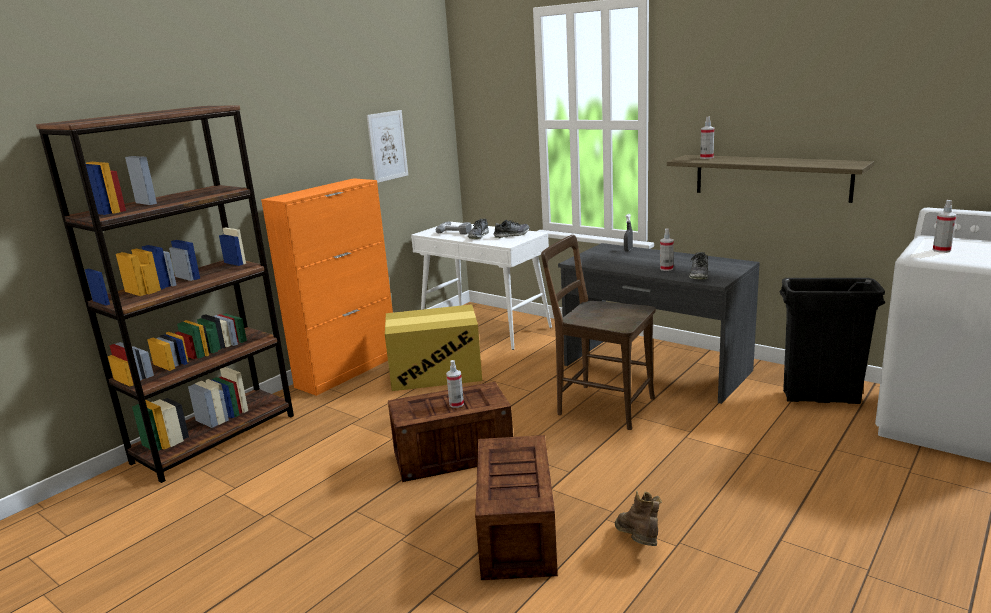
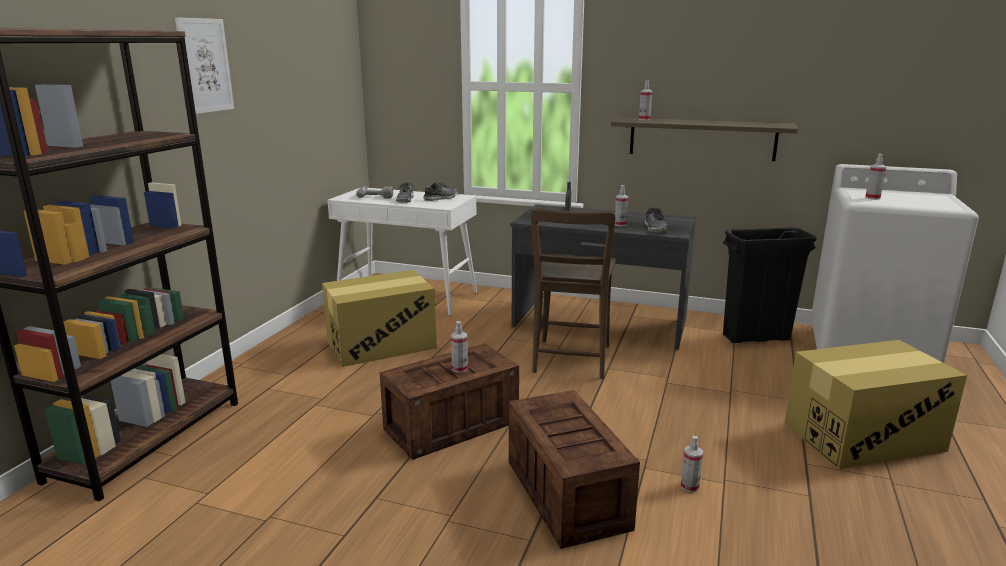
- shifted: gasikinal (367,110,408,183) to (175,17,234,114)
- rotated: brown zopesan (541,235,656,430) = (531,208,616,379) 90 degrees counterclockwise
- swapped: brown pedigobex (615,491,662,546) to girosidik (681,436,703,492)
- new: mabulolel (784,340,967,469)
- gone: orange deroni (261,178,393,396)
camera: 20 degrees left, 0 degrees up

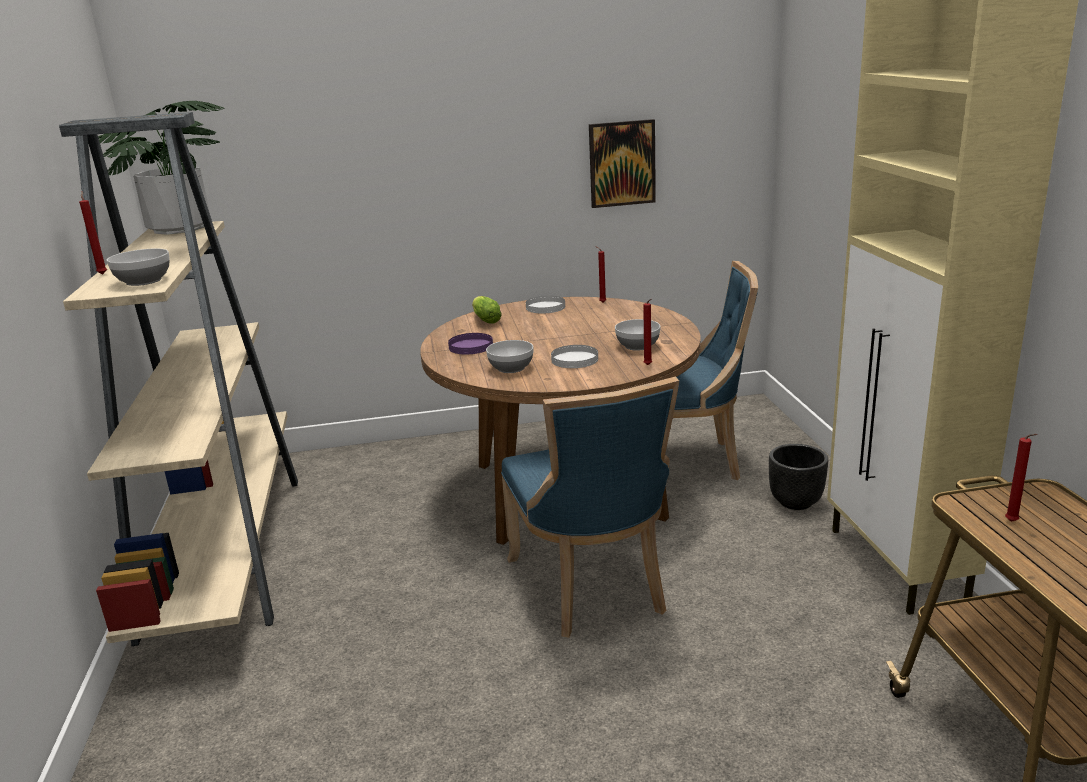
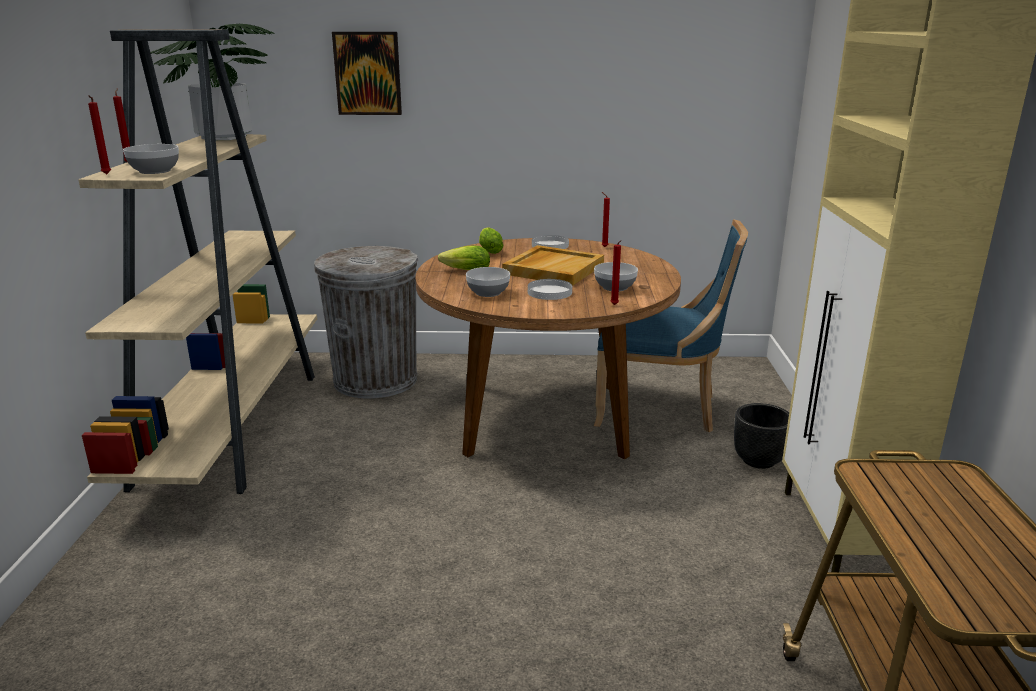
- shifted: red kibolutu (1005,434,1037,522) to (88,95,111,174)
- new: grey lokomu (314,246,419,398)
- shifted: gasikinal (589,119,656,208) to (332,32,402,115)
- swapped: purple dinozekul (448,333,493,354) to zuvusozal (438,245,490,270)
- new: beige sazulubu (502,245,604,286)
- gone: blue zopesan (501,377,679,638)
camera: 10 degrees right, 0 degrees up

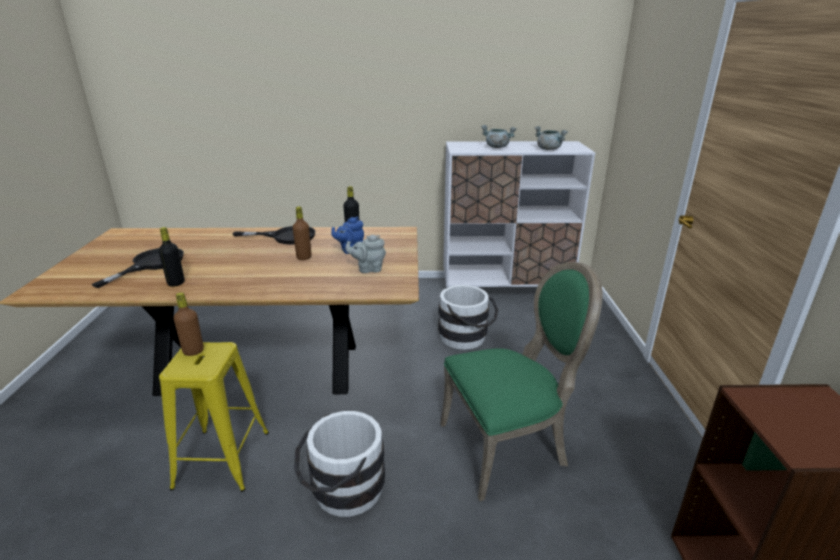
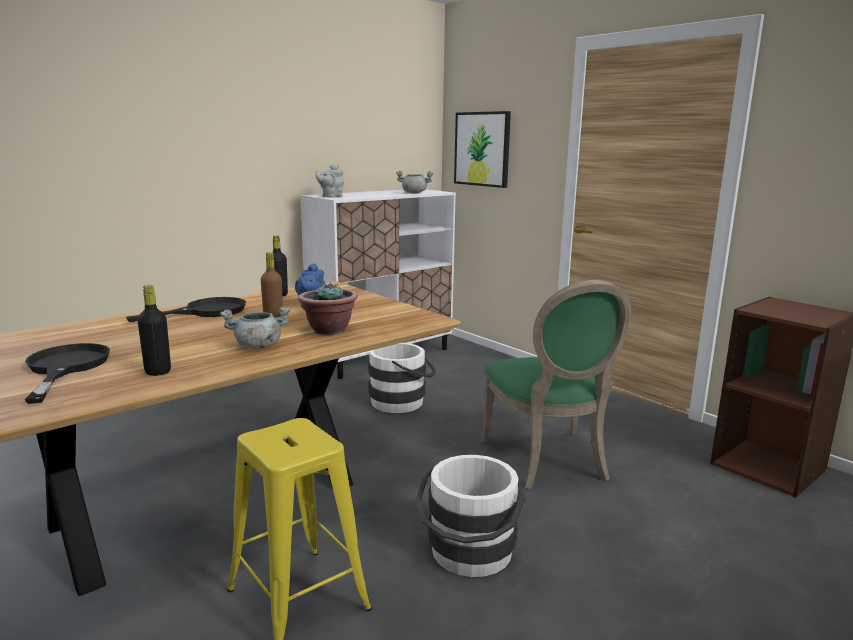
- shifted: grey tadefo (481,125,516,148) to (220,306,290,349)
- new: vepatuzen (298,282,358,335)
- shifted: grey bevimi (345,235,386,273) to (316,164,344,198)
- new: gasikinal (454,111,511,188)
- rotated: green zopesan (440,262,602,501) = (481,279,631,489) 135 degrees clockwise
- gone: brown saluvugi (174,292,204,356)
camera: 40 degrees left, 10 degrees down

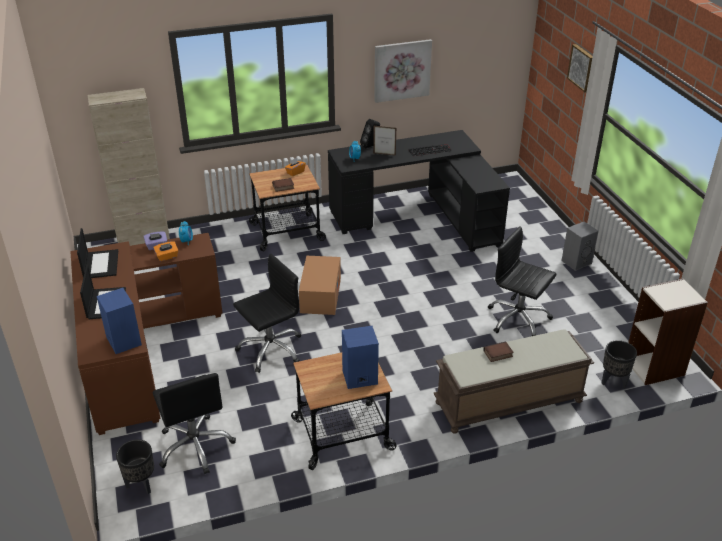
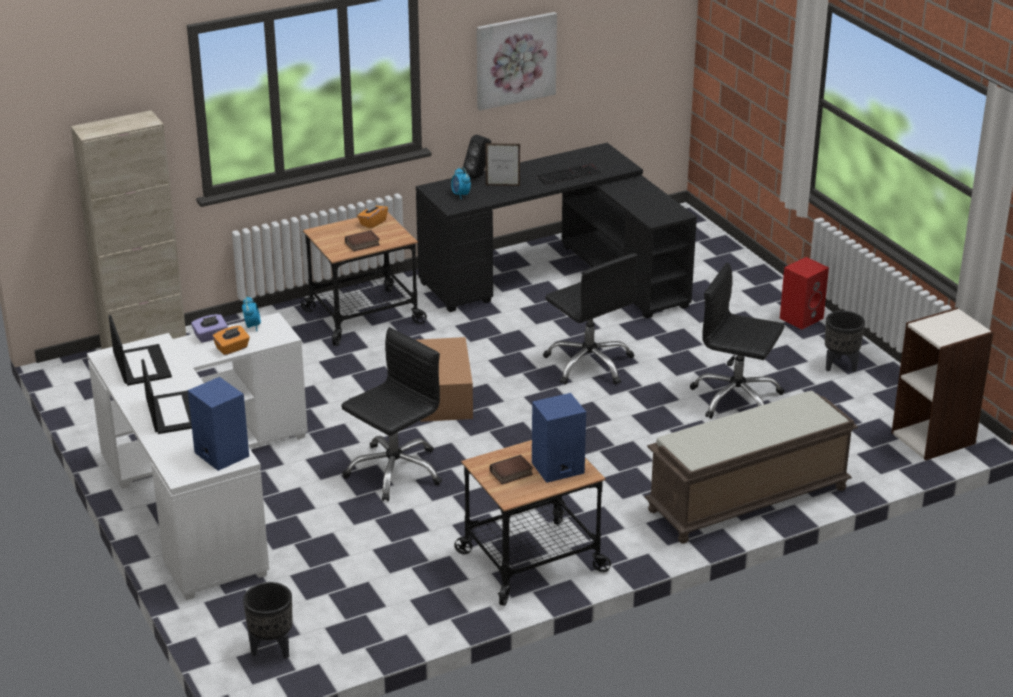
- repainted: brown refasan (70,233,222,435) to white refasan (87,313,308,600)
- shifted: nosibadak (483,341,514,362) to (490,455,533,485)
- shifted: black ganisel (152,373,236,474) to (543,253,637,385)
- repainted: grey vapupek (561,222,598,271) to red vapupek (780,257,829,329)
- shifted: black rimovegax (602,340,637,388) to (825,311,865,372)
- gone: gasikinal (567,44,593,92)
camera: 10 degrees left, 5 degrees down

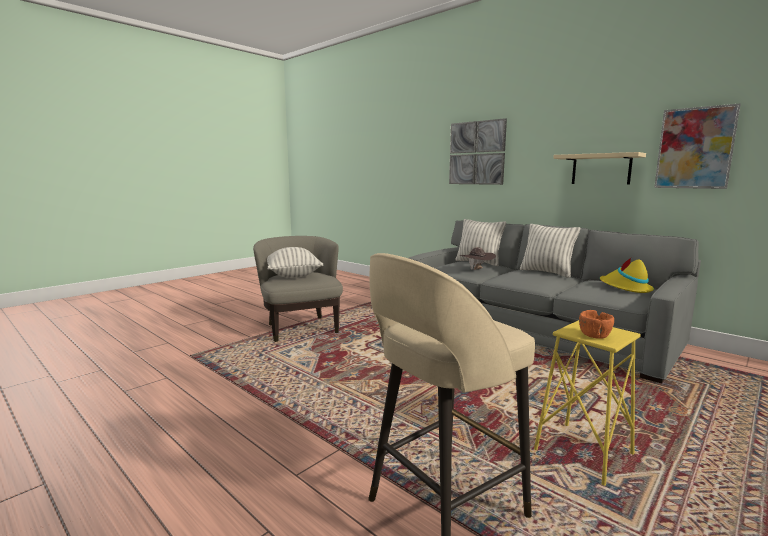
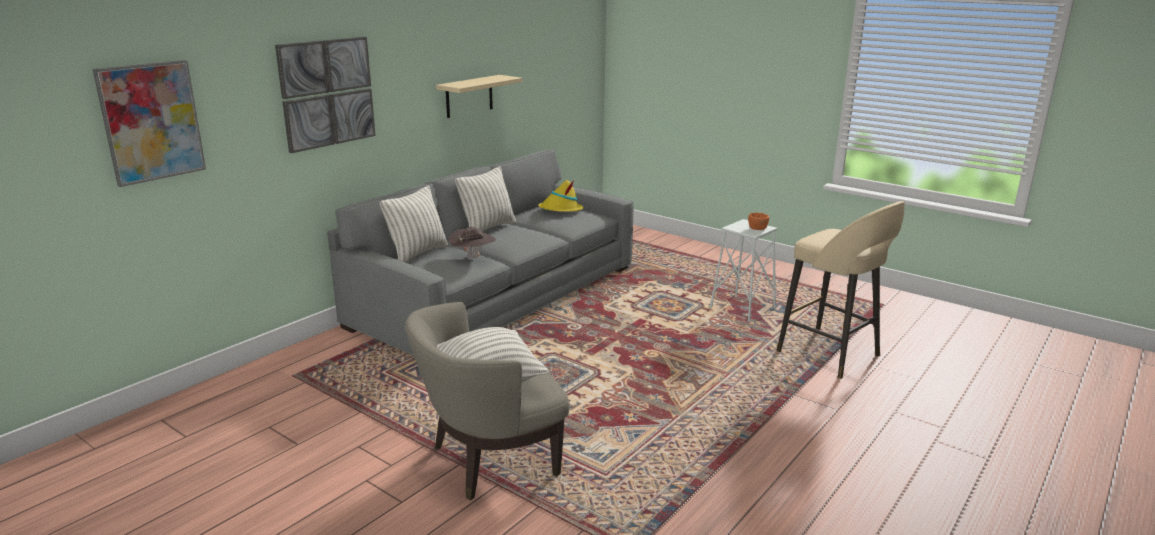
- shifted: gasikinal (654,104,741,189) to (93,60,206,187)
- repainted: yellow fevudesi (534,320,641,486) to white fevudesi (710,219,778,322)
camera: 95 degrees left, 10 degrees up

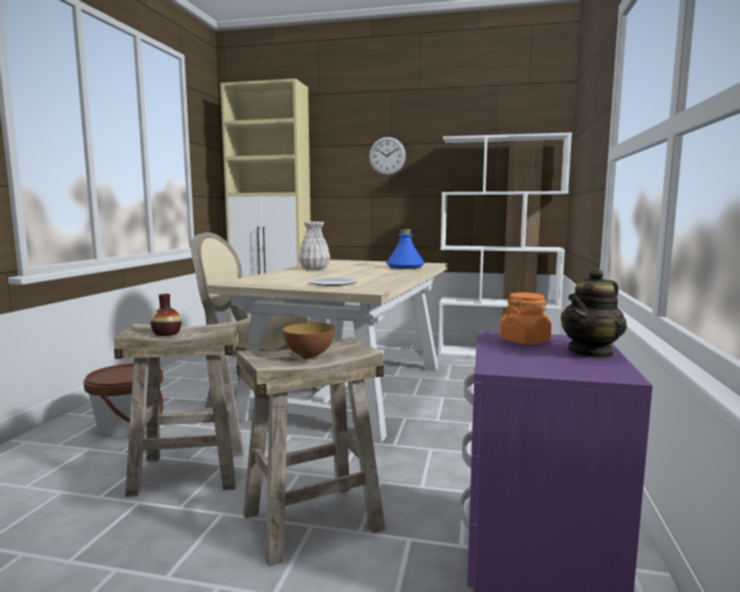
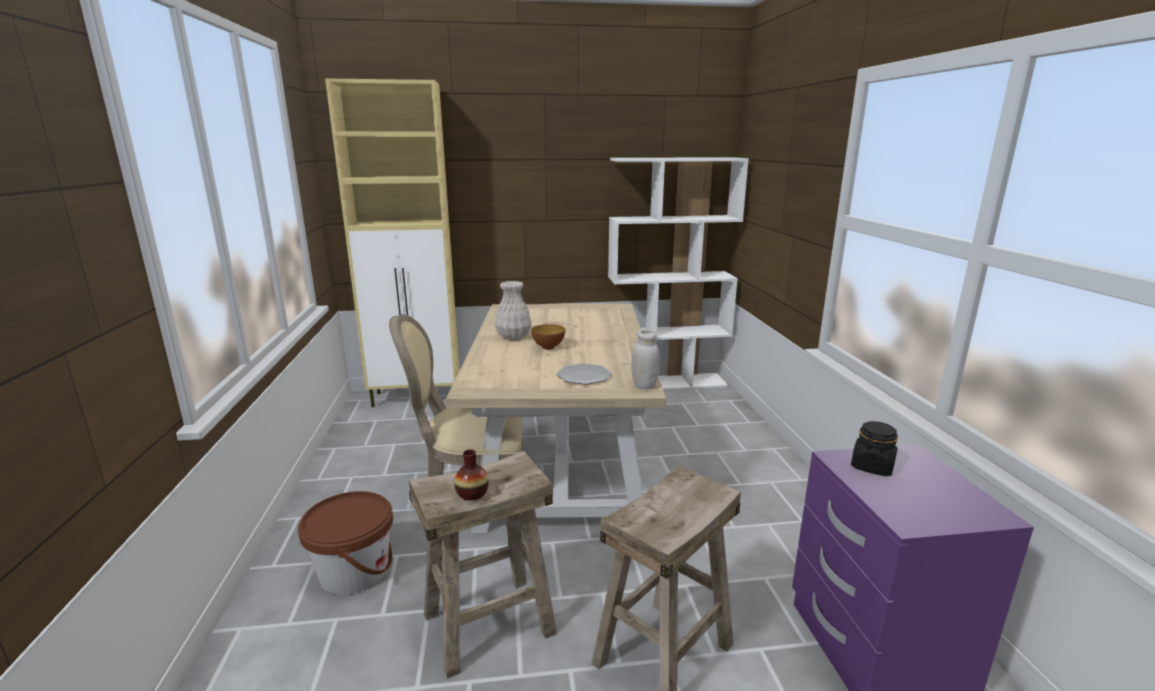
- shifted: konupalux (282,323,335,359) to (531,324,565,350)
- new: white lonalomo (631,330,659,389)
- repainted: orange lonalomo (499,292,551,345) to black lonalomo (851,421,898,476)
- gone: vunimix (369,137,406,175)
- gone: blue saluvugi (386,229,425,269)
- gone: bevimi (561,268,627,359)
camera: 20 degrees left, 10 degrees up

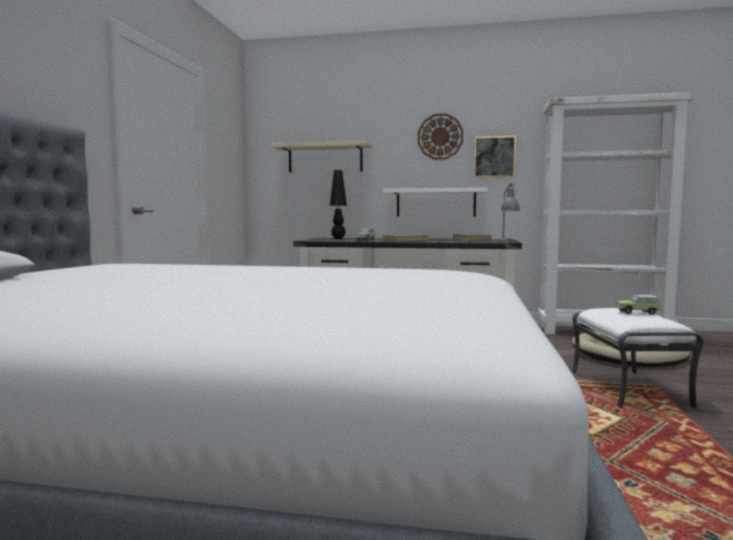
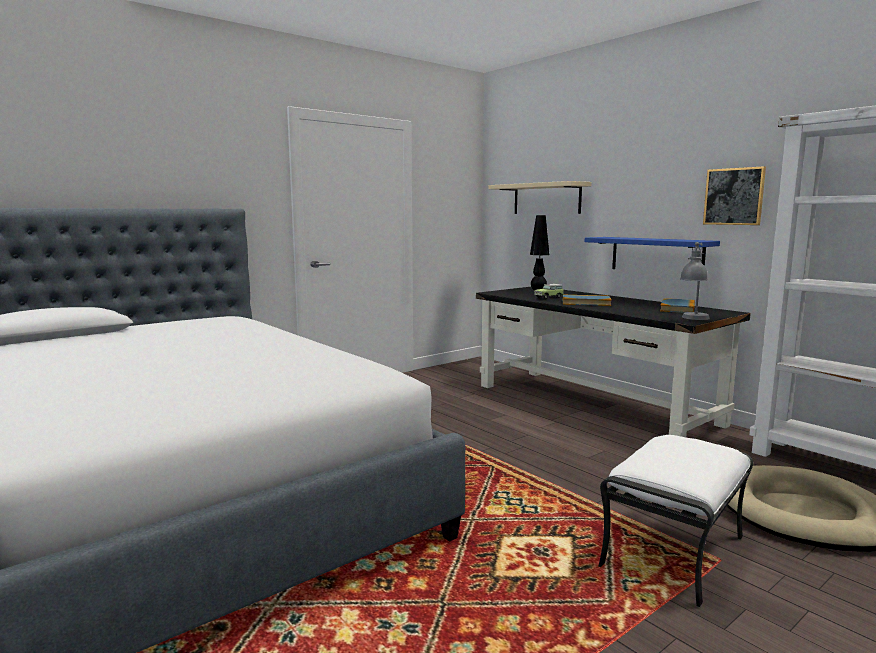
- repainted: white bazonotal (383,188,488,216) to blue bazonotal (585,237,720,269)
- gone: vunimix (418,114,463,160)
- gone: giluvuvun (616,295,661,315)
camera: 40 degrees right, 5 degrees up

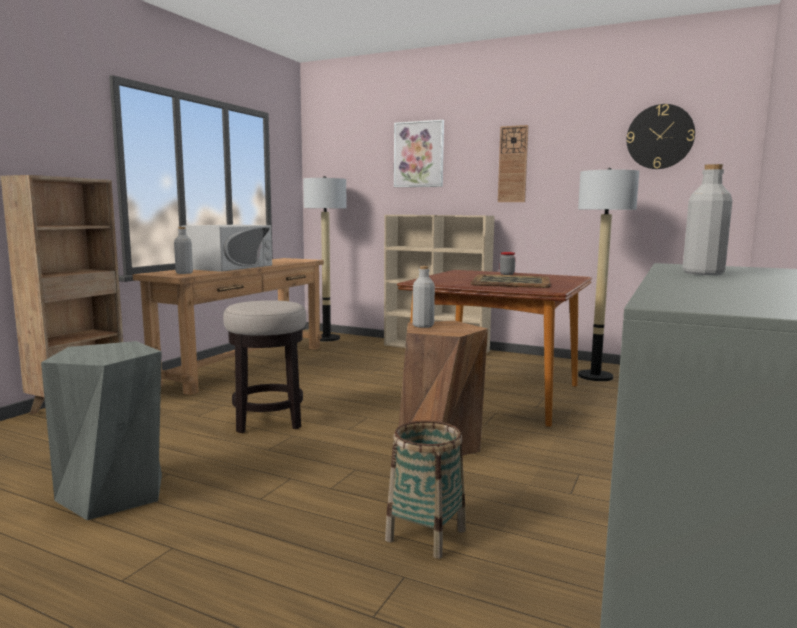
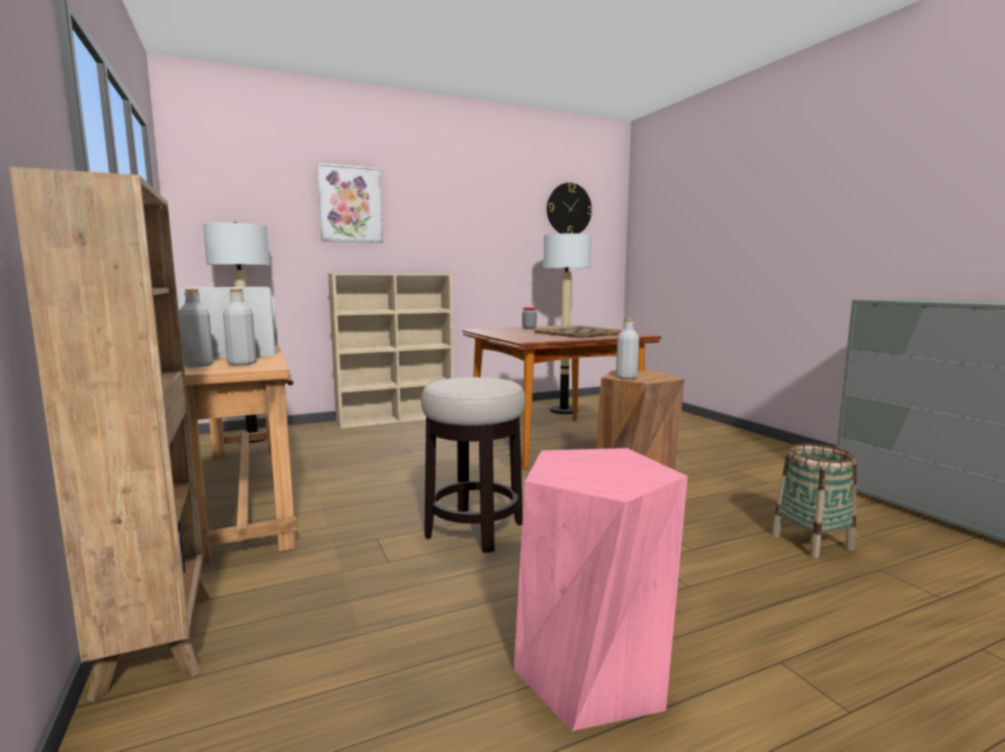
- shifted: grey saluvugi (683,164,732,275) to (179,289,214,367)
- repainted: grey fevudesi (41,341,162,520) to pink fevudesi (514,448,688,731)
- gone: vunimix (498,125,529,202)
camera: 50 degrees left, 0 degrees up

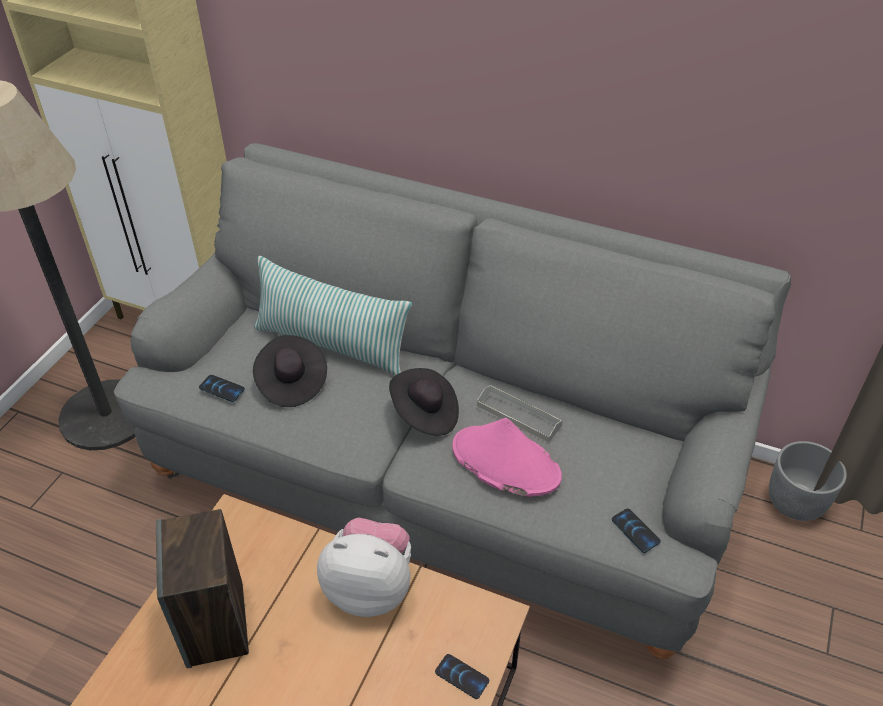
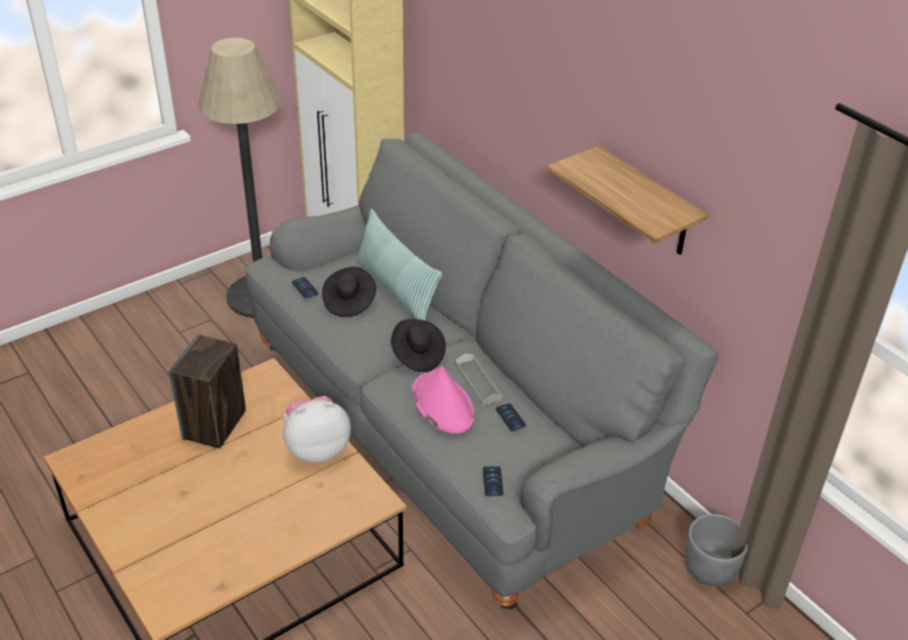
- rotated: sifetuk (317,518,411,617) = (283,396,351,463) 60 degrees counterclockwise
- shifted: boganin (435,654,489,699) to (496,403,526,431)
- new: bazonotal (547,146,708,255)
camera: 30 degrees right, 5 degrees down

